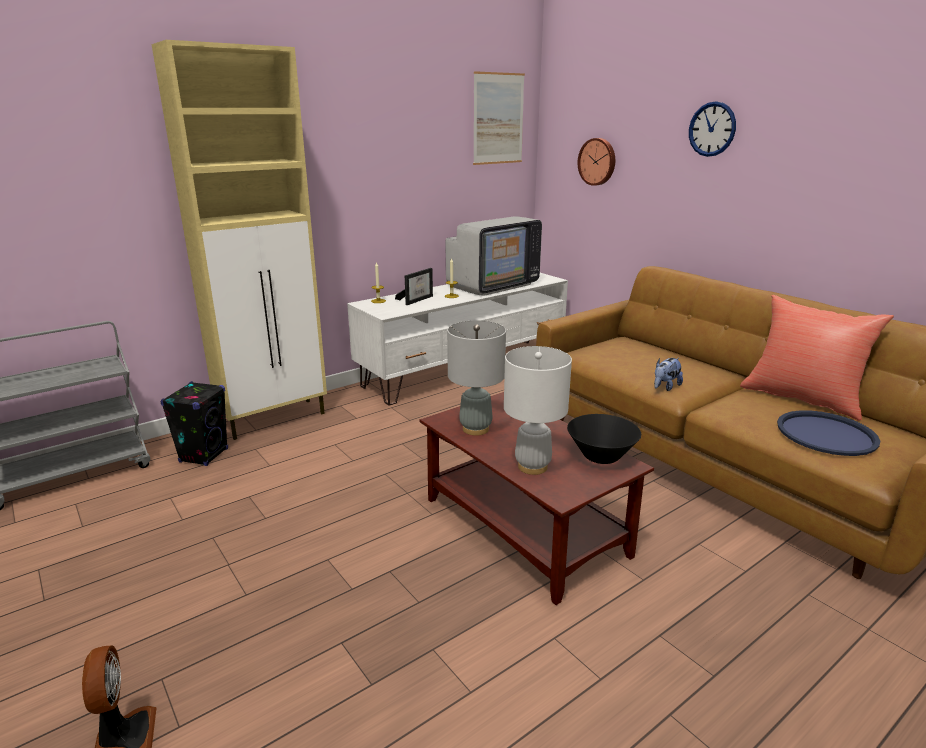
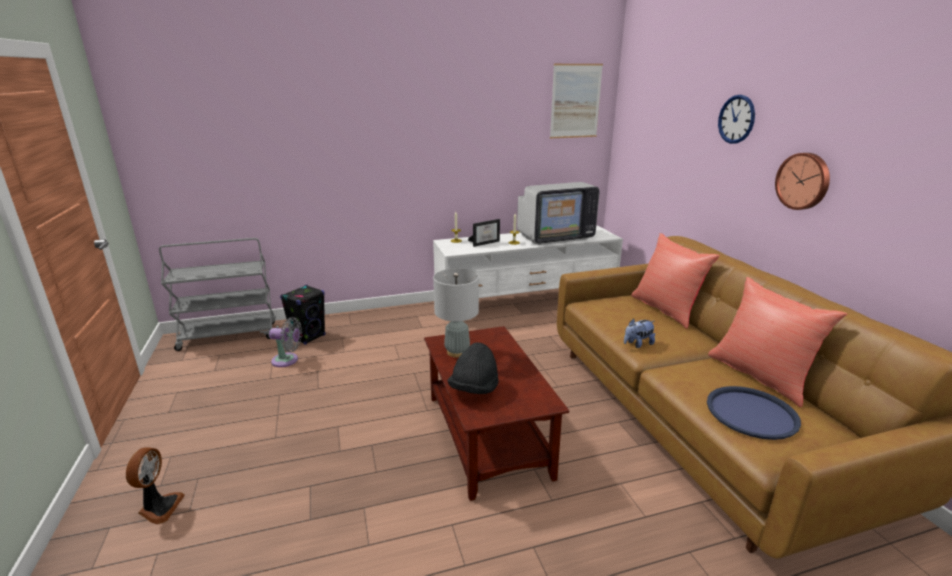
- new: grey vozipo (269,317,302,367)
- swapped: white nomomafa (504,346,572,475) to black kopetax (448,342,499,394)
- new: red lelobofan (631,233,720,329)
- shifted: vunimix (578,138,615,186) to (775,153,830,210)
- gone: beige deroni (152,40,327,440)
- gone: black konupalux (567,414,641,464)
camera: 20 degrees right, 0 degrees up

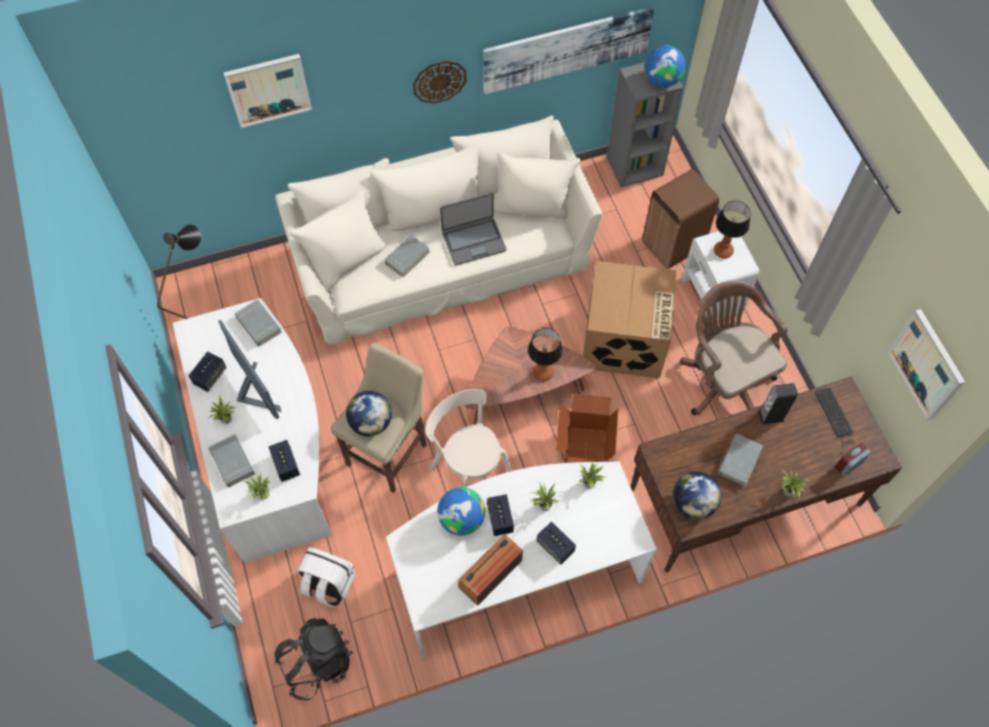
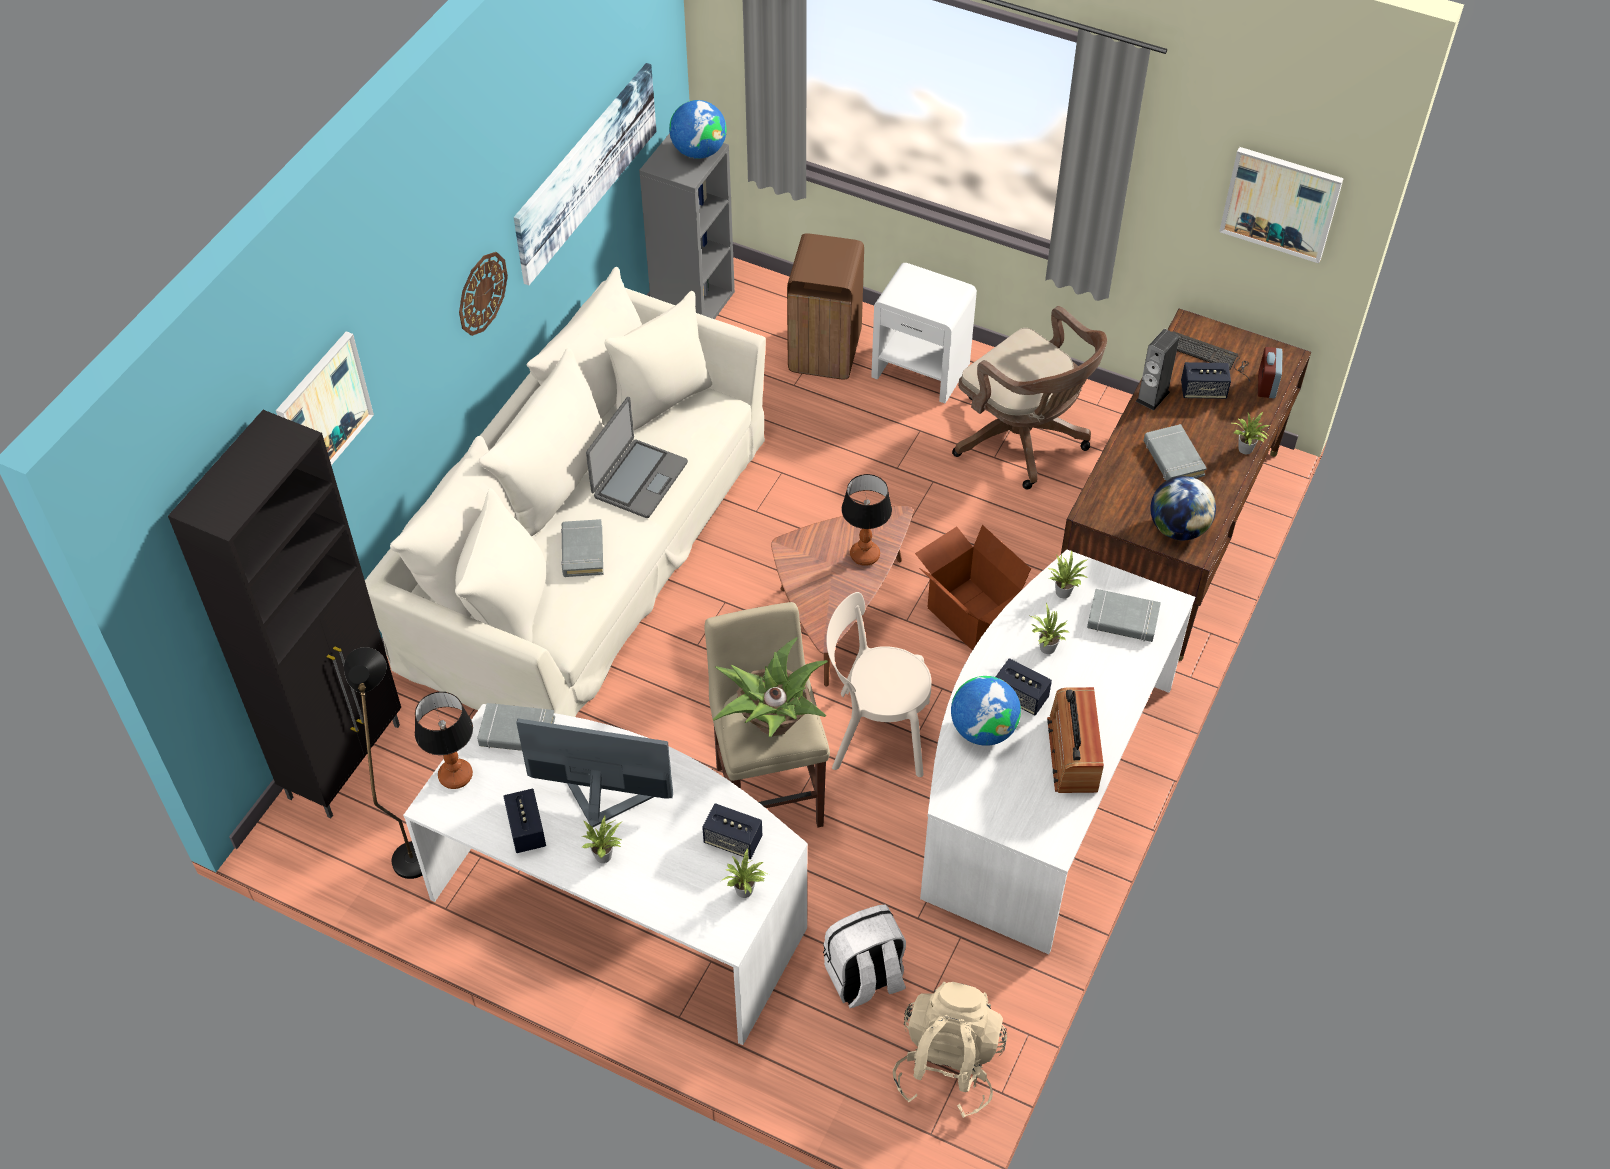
- new: black deroni (168,410,401,818)
- shifted: nomomafa (714,201,751,259) to (415,692,473,789)
- swapped: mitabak (346,391,392,436) to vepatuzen (713,637,828,737)
- repainted: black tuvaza (274,618,353,701) to beige tuvaza (893,982,1007,1118)
- rotated: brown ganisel (680,280,788,415) = (952,306,1107,490) 150 degrees counterclockwise
- shifted: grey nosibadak (209,434,255,487) to (1087,589,1161,642)
- shifted: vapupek (537,522,576,565) to (1181,362,1231,399)
- gone: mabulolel (583,261,677,379)
camera: 45 degrees left, 10 degrees down

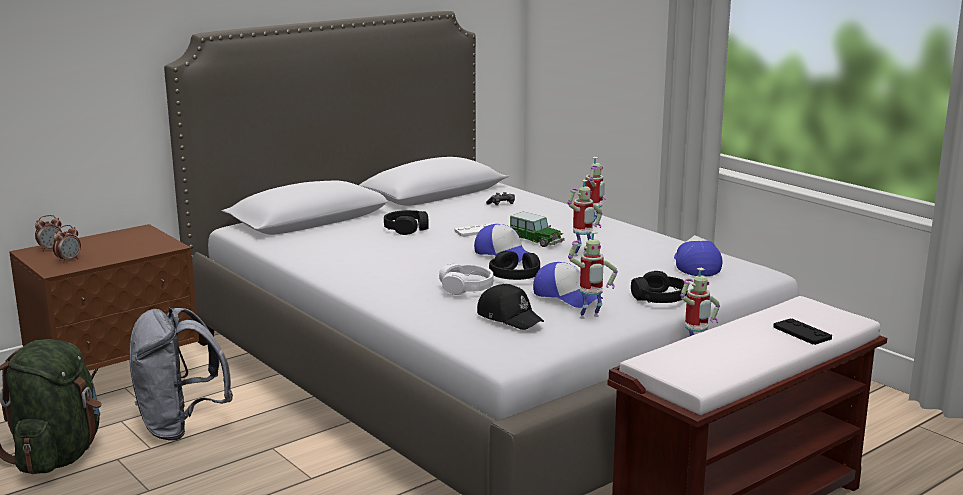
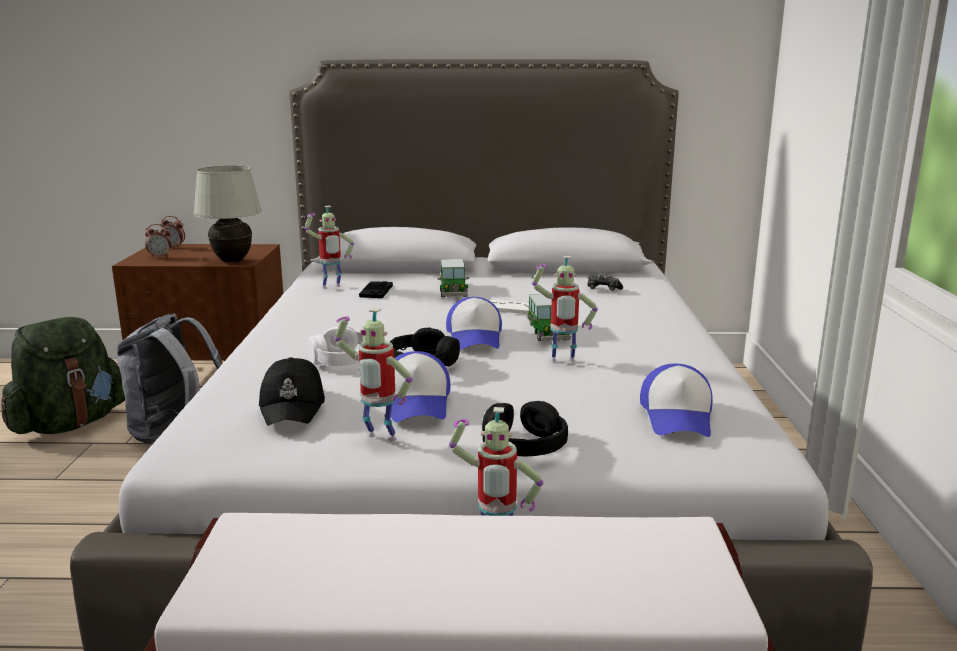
- new: white nomomafa (194,166,262,263)
- shifted: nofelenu (585,157,605,226) to (304,205,354,289)
- shifted: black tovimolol (773,318,832,345) to (359,281,393,298)
- swapped: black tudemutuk (384,210,429,235) to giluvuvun (438,259,469,297)
- rotated: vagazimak (674,235,723,277) = (640,364,713,437) 150 degrees clockwise
camera: 40 degrees right, 0 degrees up

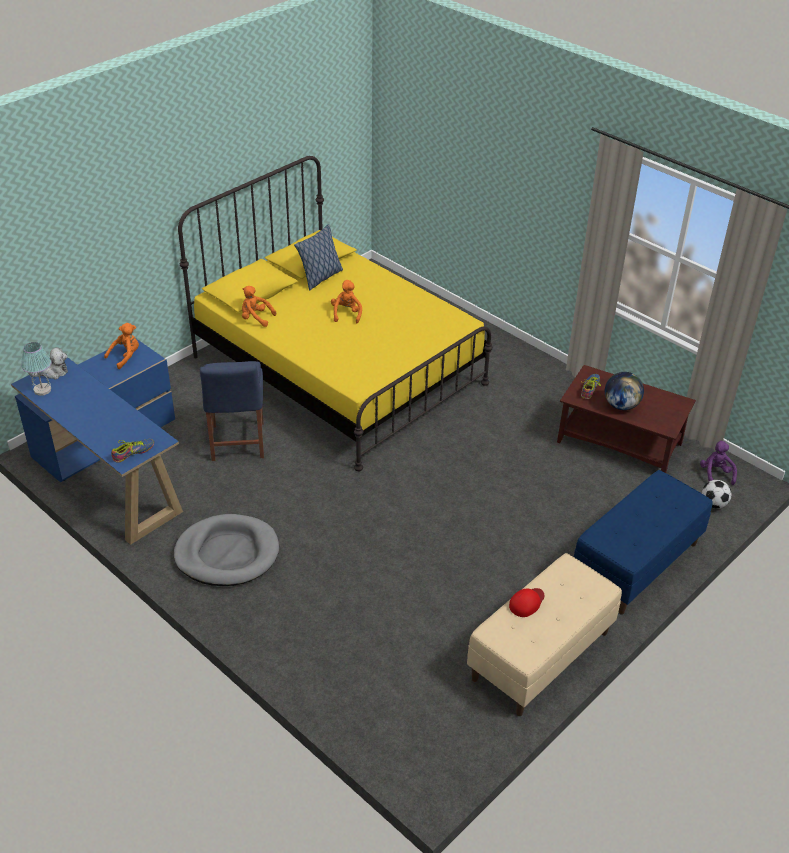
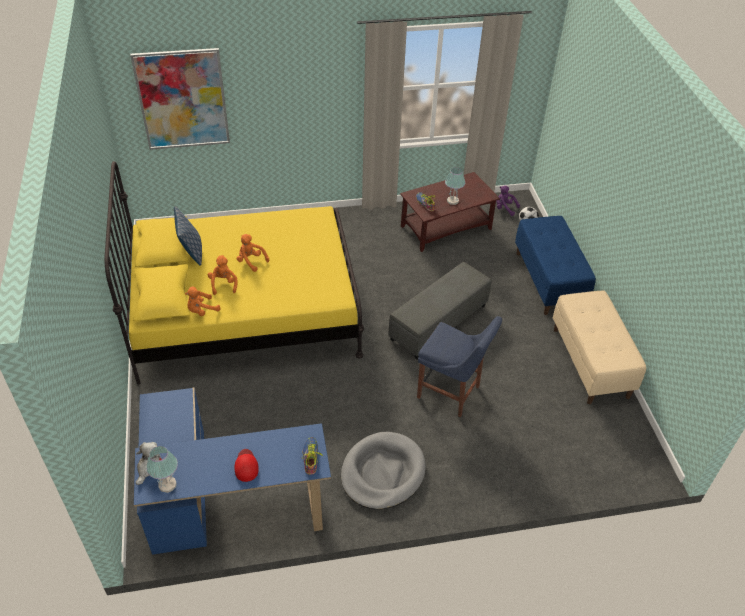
- new: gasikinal (130,48,230,150)
- shifted: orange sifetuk (104,323,139,369) to (208,255,238,295)
- shifted: red vagazimak (509,588,544,617) to (234,449,259,482)
- new: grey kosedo (388,262,492,359)
- shifted: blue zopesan (200,361,264,461) to (417,316,502,417)
- swapped: mitabak (605,372,644,410) to nomomafa (445,167,465,205)
camera: 55 degrees left, 5 degrees up

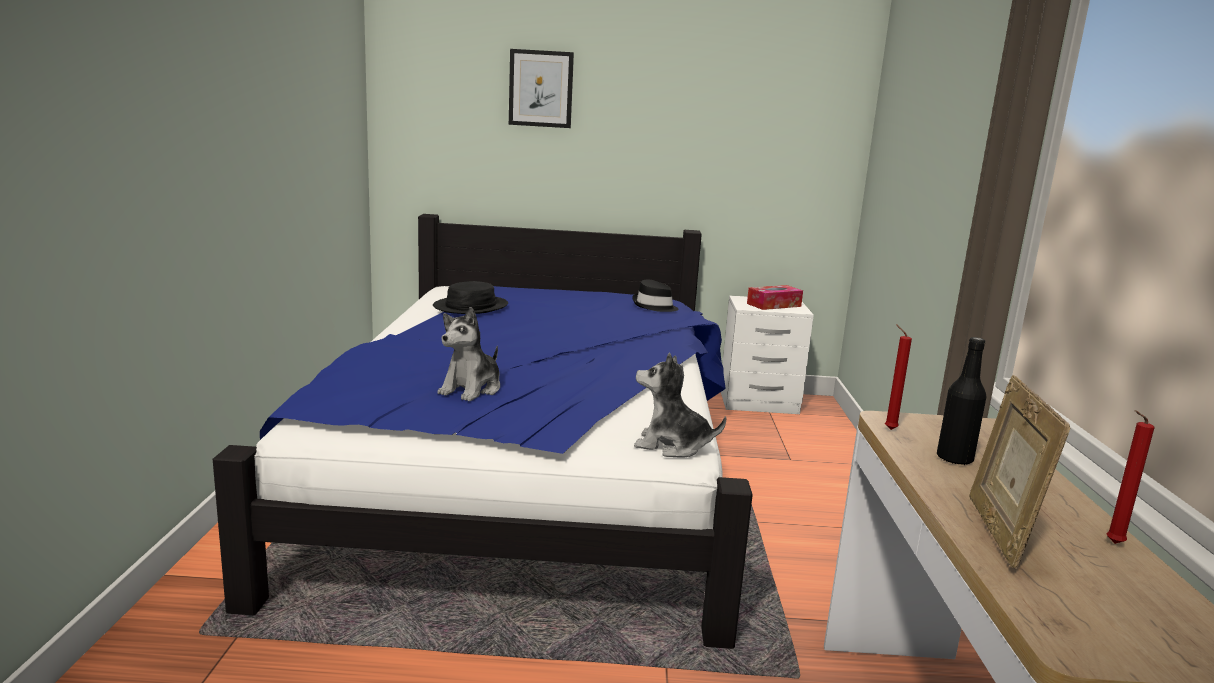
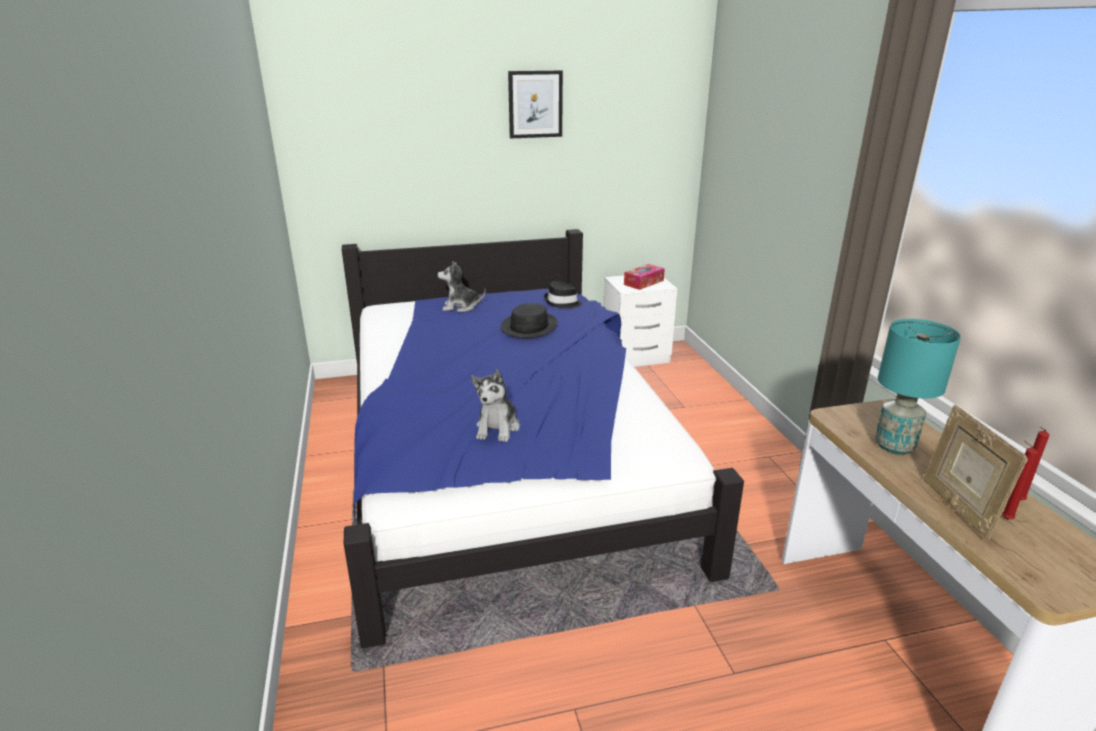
- shifted: sifetuk (634,353,727,458) to (438,261,486,313)
- shifted: black kopetax (433,281,508,314) to (501,303,558,338)
- shifted: gasikinal (509,49,574,128) to (508,70,563,138)
- swapped: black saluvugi (937,337,986,465) to turquoise nomomafa (875,319,961,455)
- shifted: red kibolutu (885,324,912,430) to (1002,440,1038,520)
camera: 15 degrees left, 10 degrees up

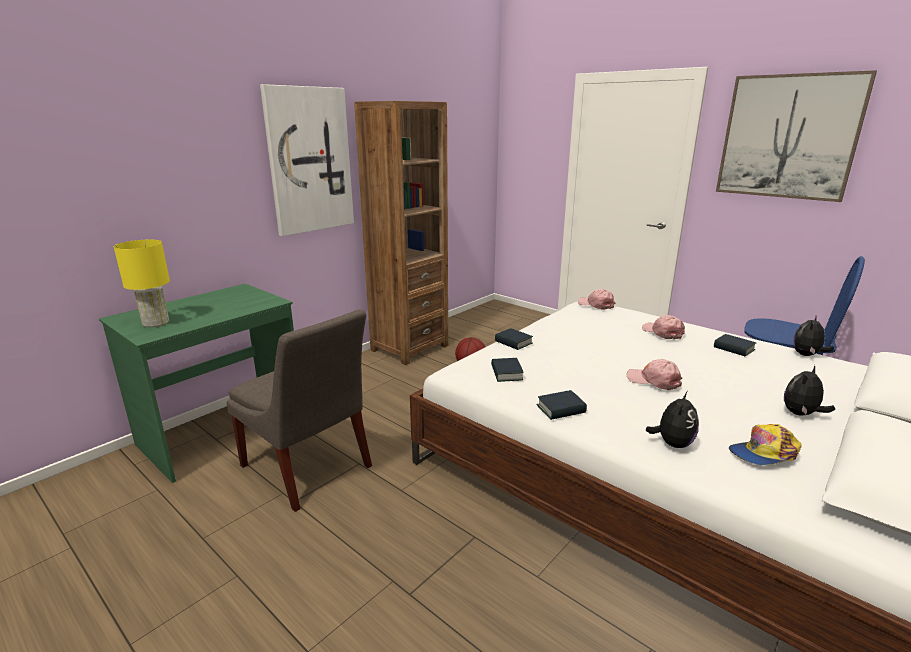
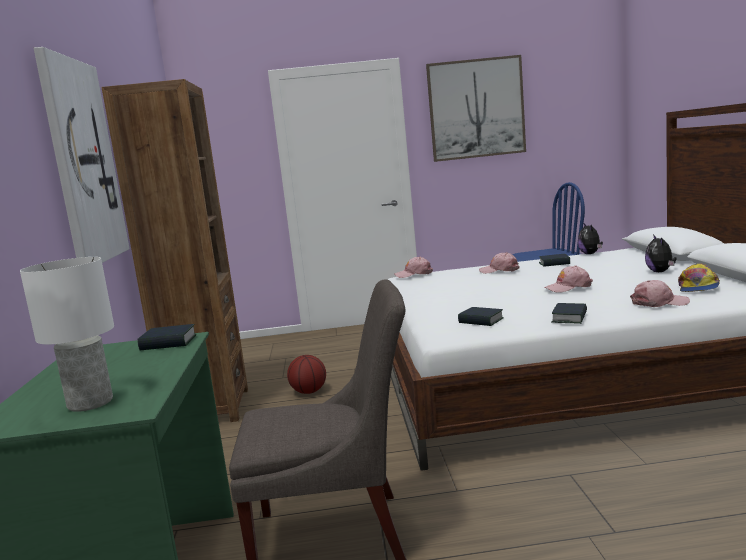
- repainted: yellow nomomafa (114,240,170,327) to white nomomafa (20,257,114,412)
- shifted: nosibadak (495,328,533,350) to (137,324,197,350)
- swapped: sifetuk (646,391,699,448) to pink vagazimak (630,280,690,307)
camera: 45 degrees left, 10 degrees down

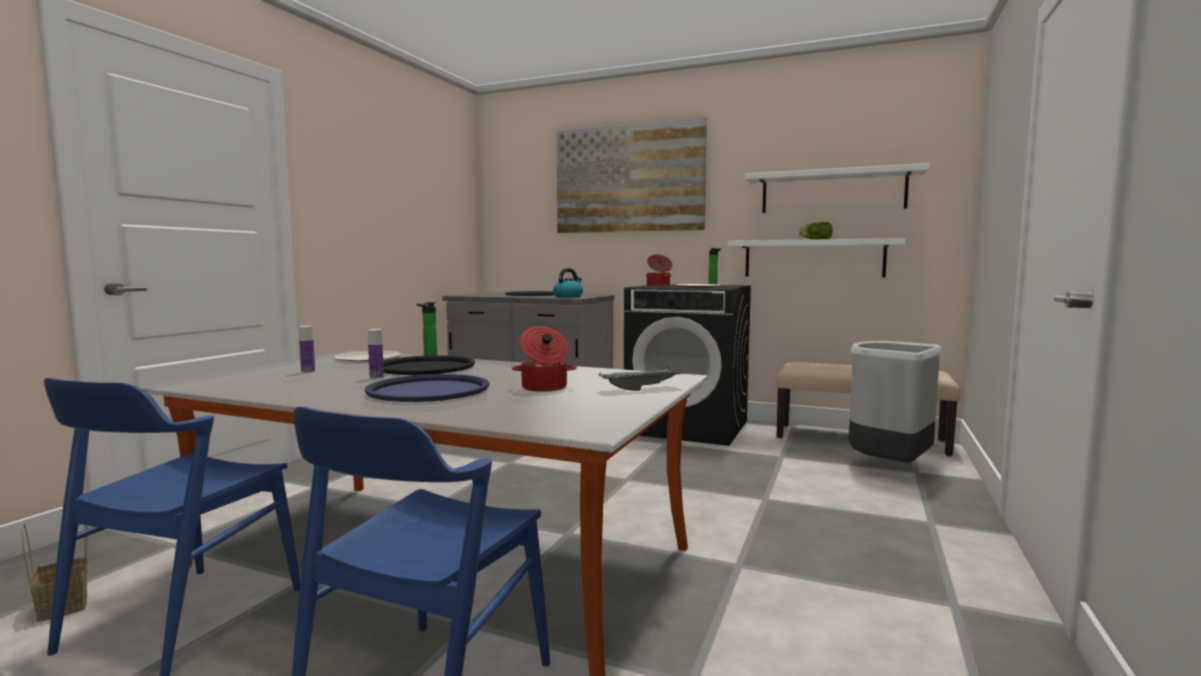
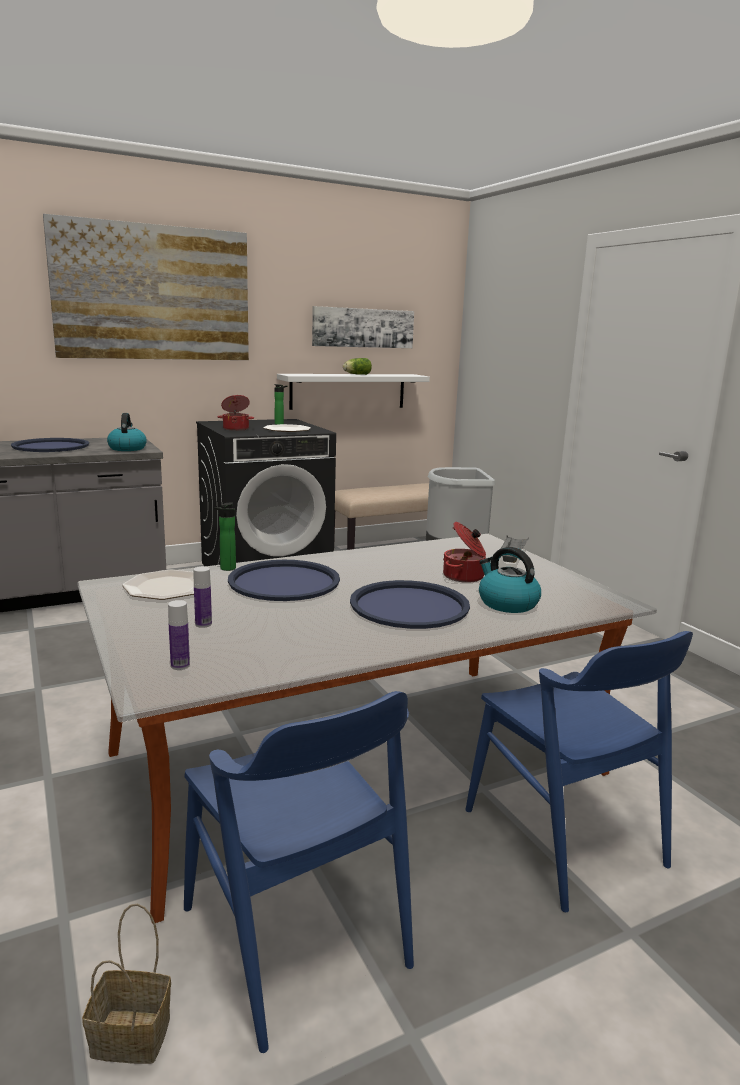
- shifted: saluvugi (368,329,384,379) to (168,600,190,670)
- repainted: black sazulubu (383,355,475,375) to blue sazulubu (228,560,340,601)
- swapped: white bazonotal (745,163,929,213) to gasikinal (312,306,414,348)
- new: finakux (479,547,541,613)
camera: 50 degrees left, 10 degrees up

